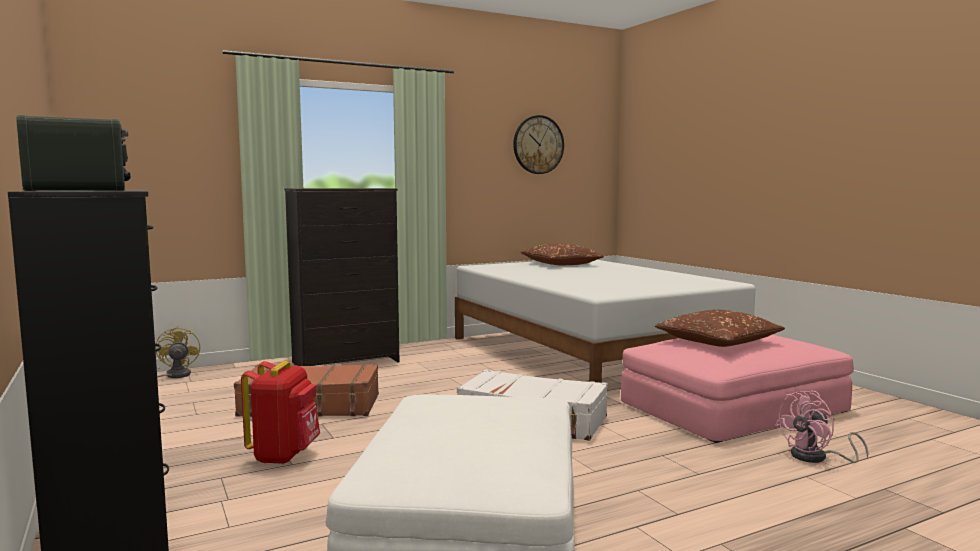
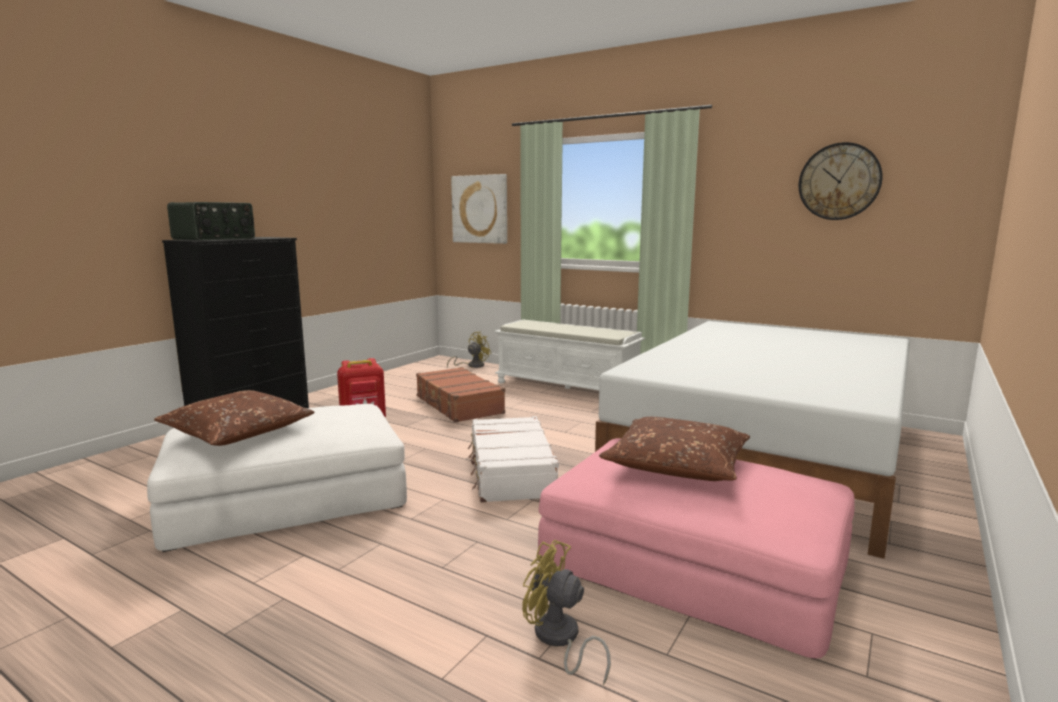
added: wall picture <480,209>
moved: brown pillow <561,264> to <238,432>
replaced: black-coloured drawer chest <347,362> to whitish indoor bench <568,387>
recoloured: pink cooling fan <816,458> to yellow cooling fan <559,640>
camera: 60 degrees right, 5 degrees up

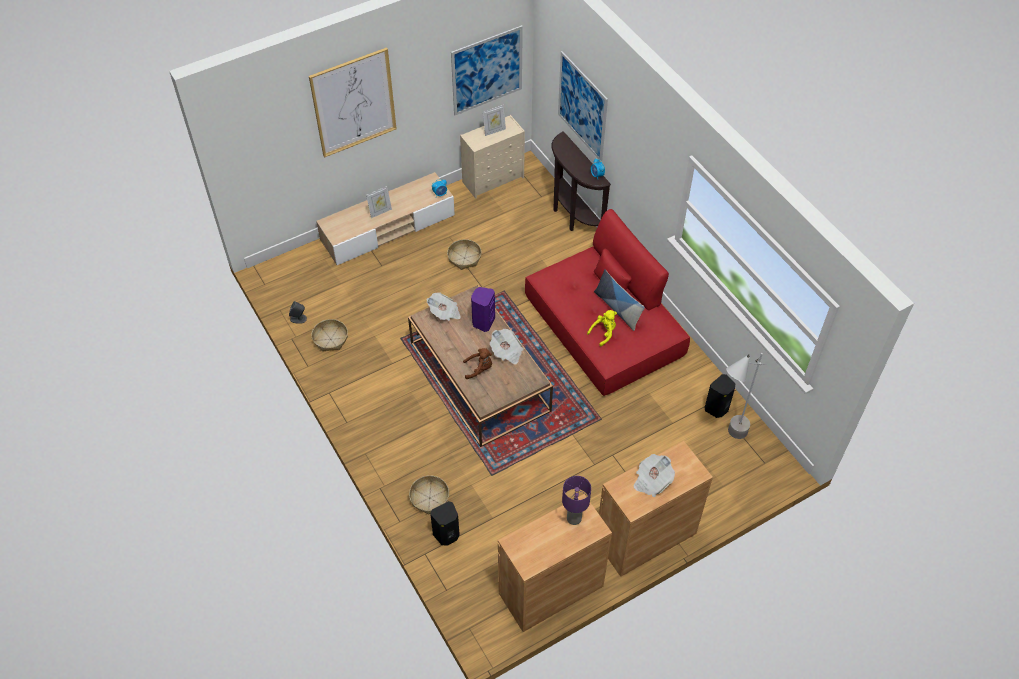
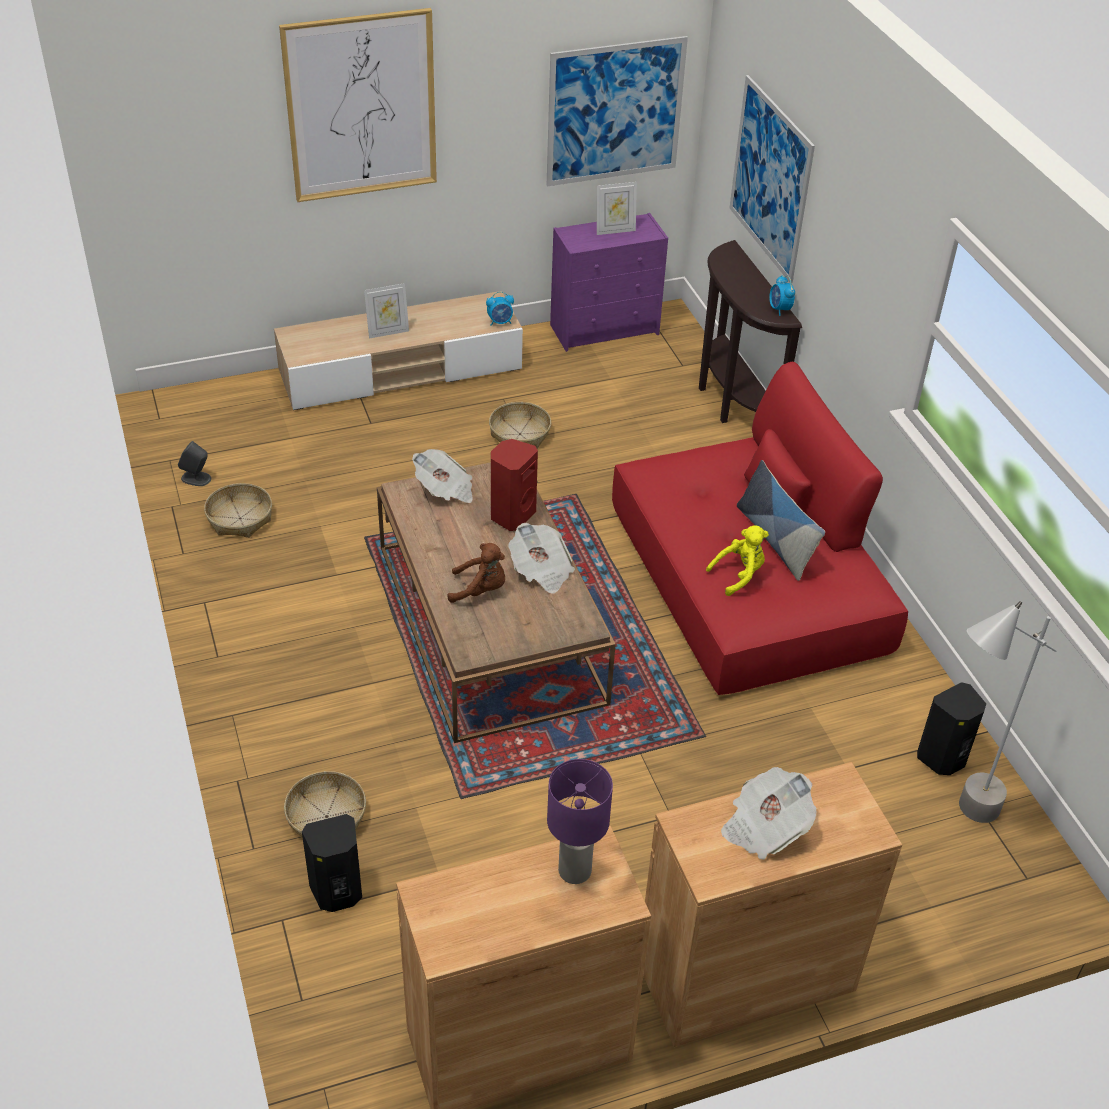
recoloured: sand-coloured drawer chest <493,179> to purplish drawer chest <605,329>; purplish audio speaker <483,322> to reddish audio speaker <511,515>
camera: 10 degrees right, 10 degrees down

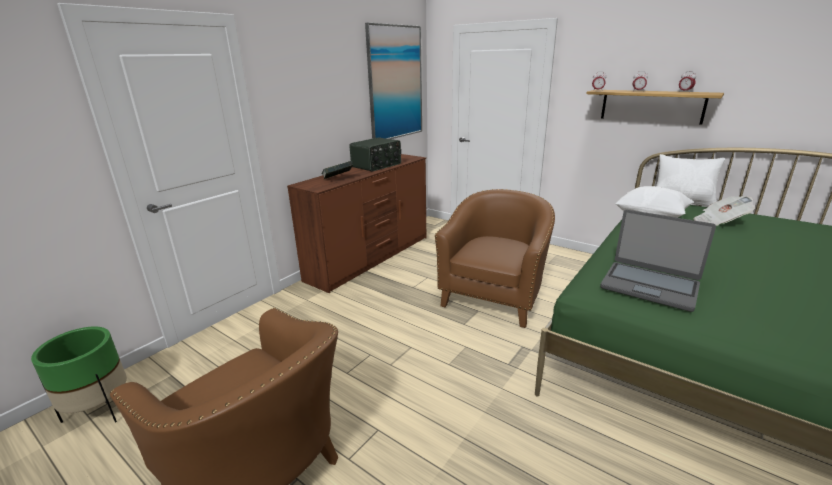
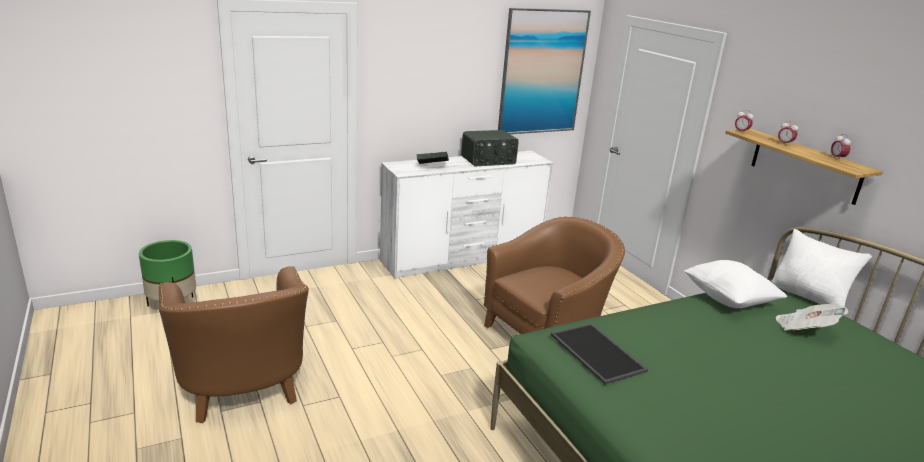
replaced: notebook computer <649,286> to carrying tray <599,353>
recoloured: brown drawer chest <371,258> to whitish drawer chest <463,258>
camera: 25 degrees right, 0 degrees up

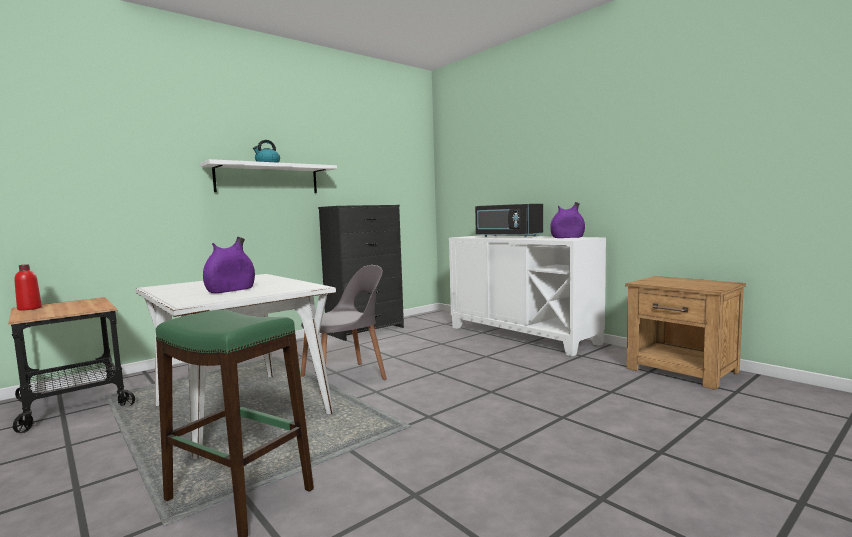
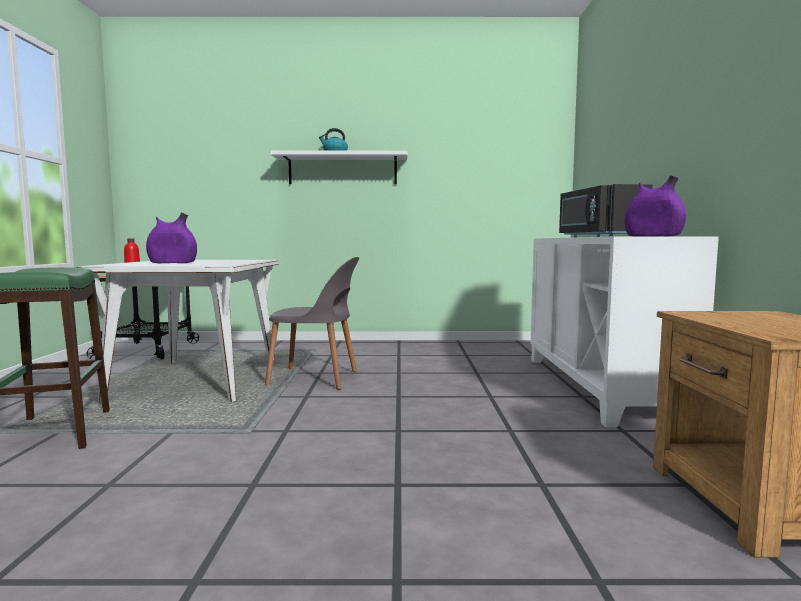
removed: black-coloured drawer chest <366,330>
camera: 40 degrees right, 0 degrees up

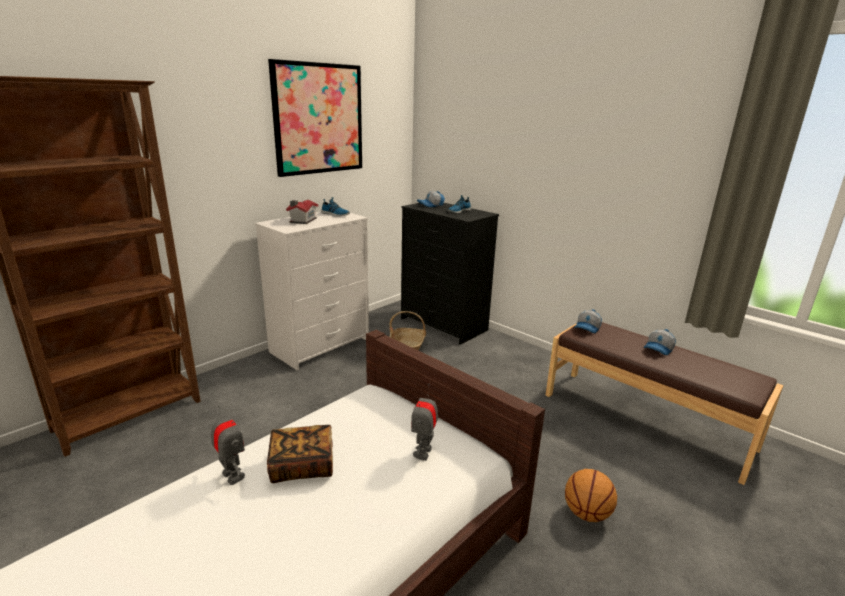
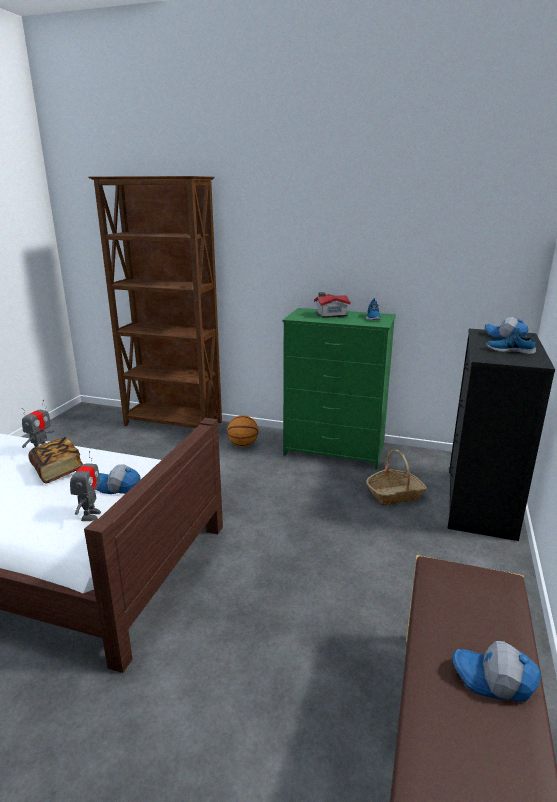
removed: wall picture <318,119>
moved: peaked cap <588,328> to <117,487>; basketball <587,514> to <242,445>
recoloured: whitish drawer chest <321,345> to green-coloured drawer chest <335,450>
turned: robot figure <423,452> = <90,515> 105 degrees clockwise
camera: 65 degrees right, 0 degrees up

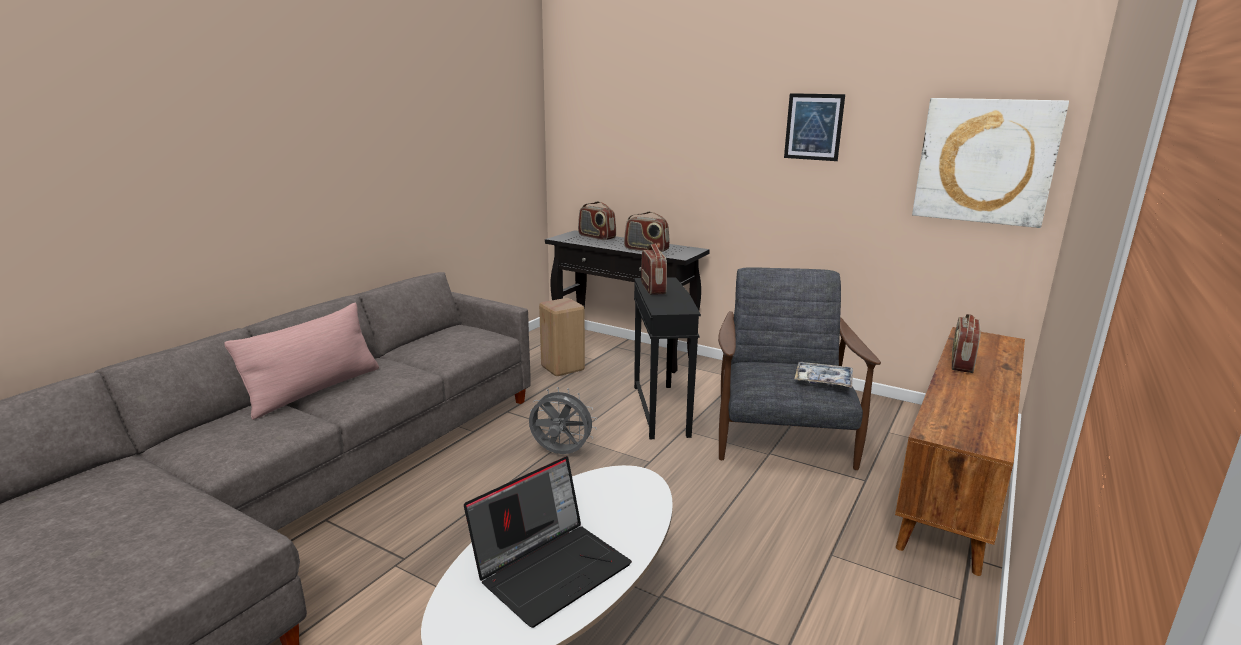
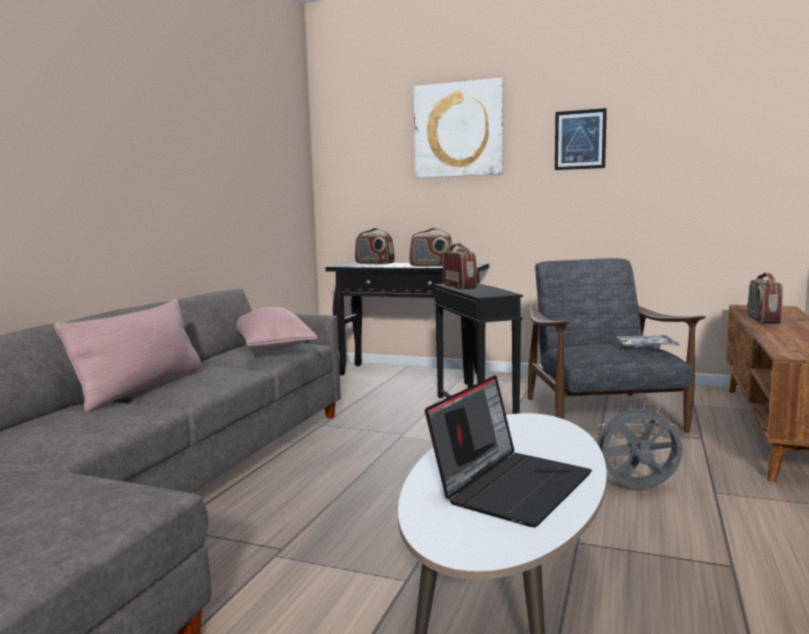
removed: sand-coloured sitting stool <564,368>
added: pink pillow <271,348>
moved: wall picture <985,161> to <458,130>; gray cooling fan <560,454> to <637,489>
camera: 10 degrees left, 10 degrees down

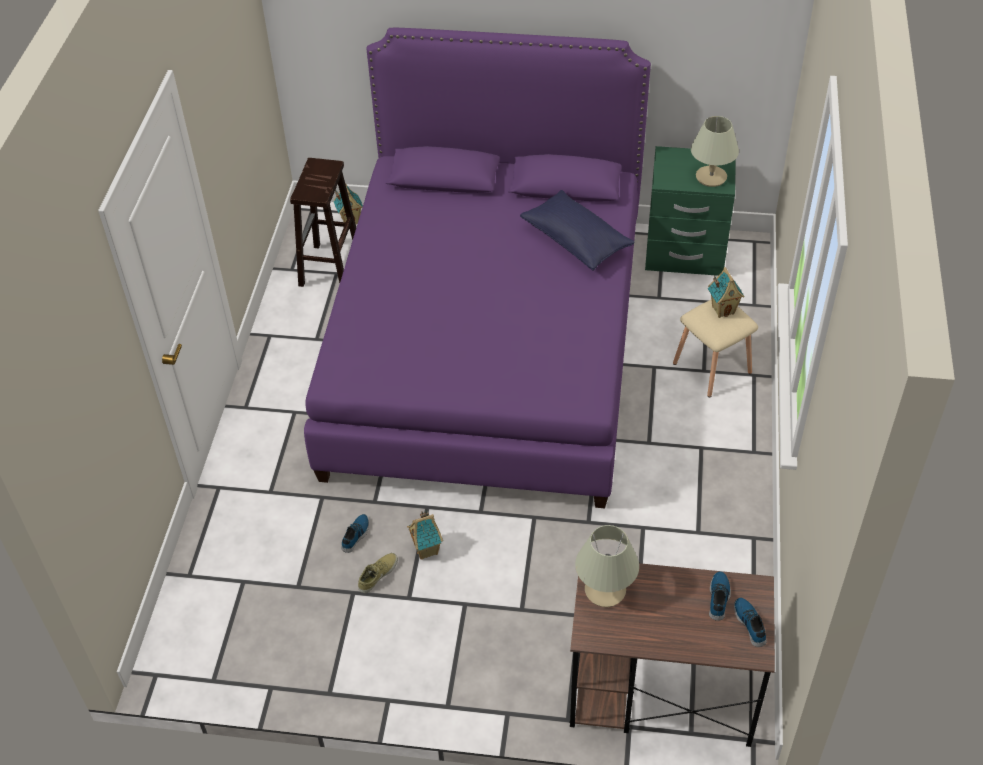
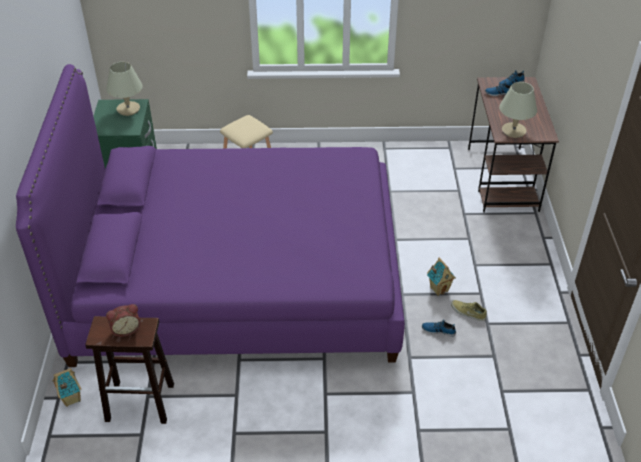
removed: bluish pillow <576,241>; toy house <723,310>
added: alarm clock <126,329>
camera: 100 degrees left, 5 degrees down

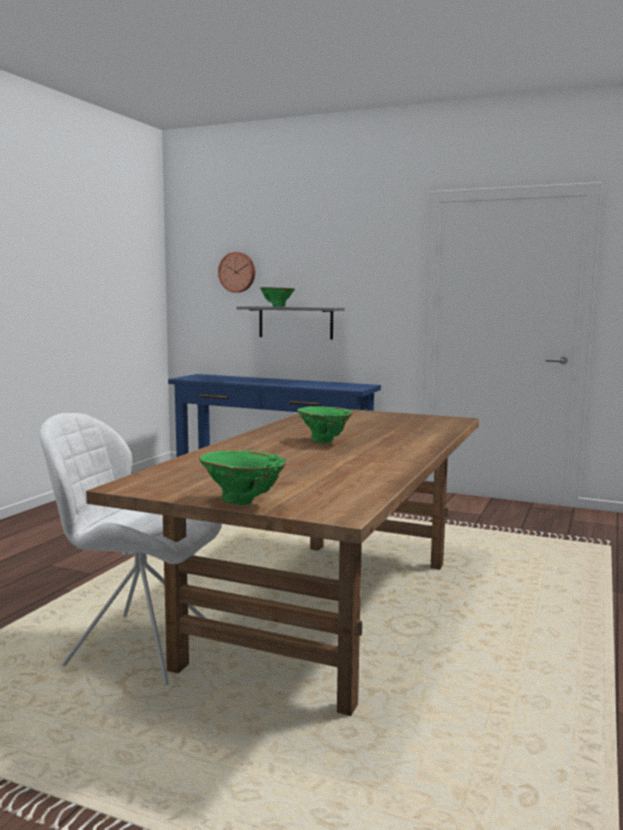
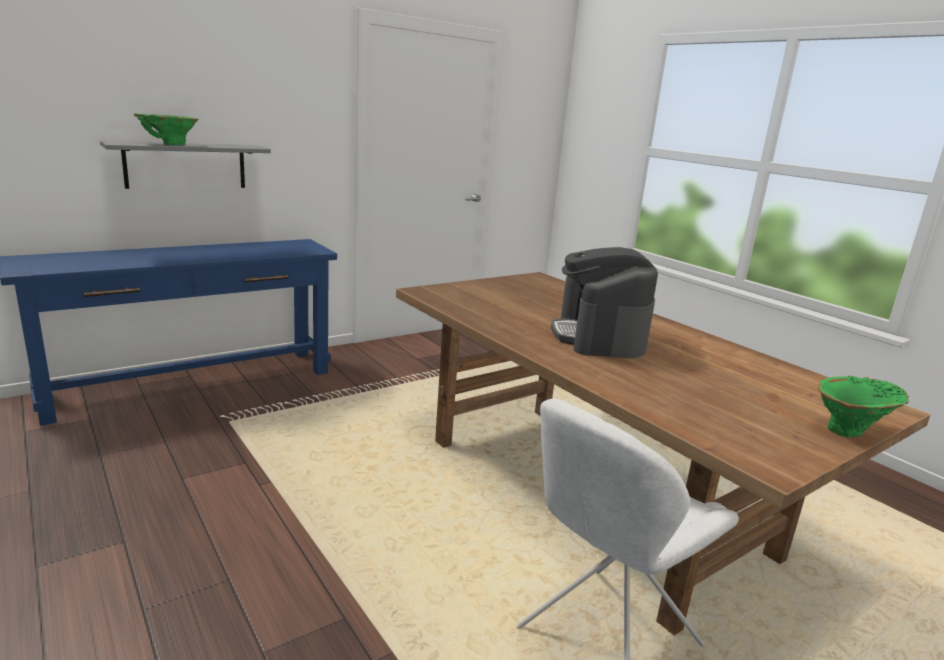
removed: wall clock <237,272>
replaced: green-coloured vase <324,442> to coffee brewer <599,337>
camera: 60 degrees left, 10 degrees up

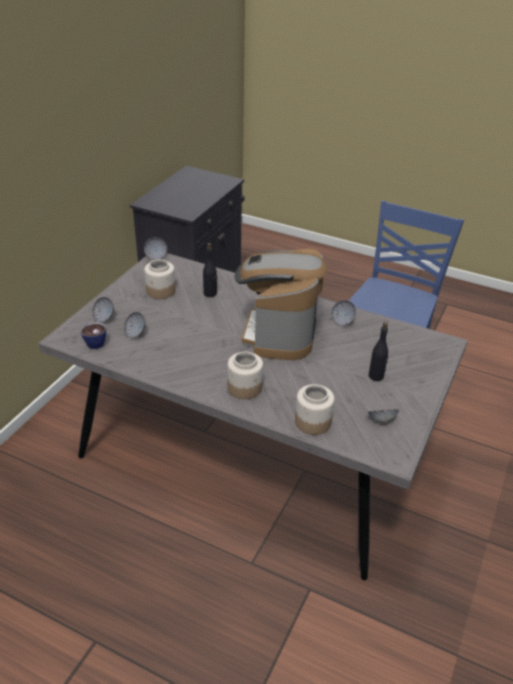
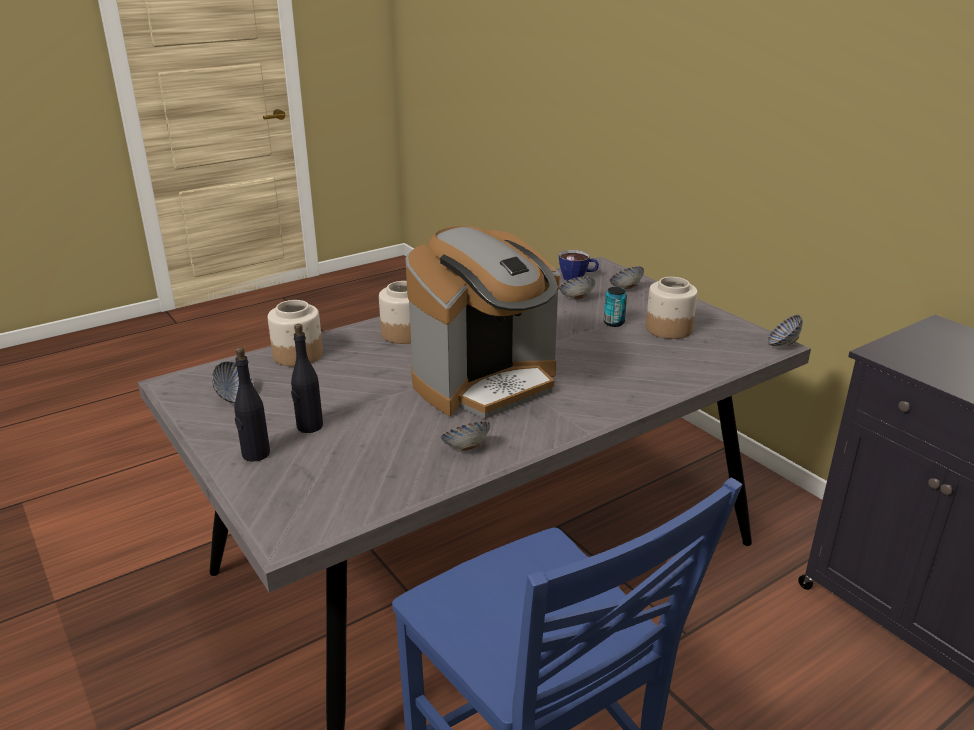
added: sealed can <614,323>
moved: black-coloured drink bottle <210,293> to <255,454>
turned: coffee brewer <278,334> = <486,383> 105 degrees clockwise
camera: 120 degrees right, 10 degrees down

